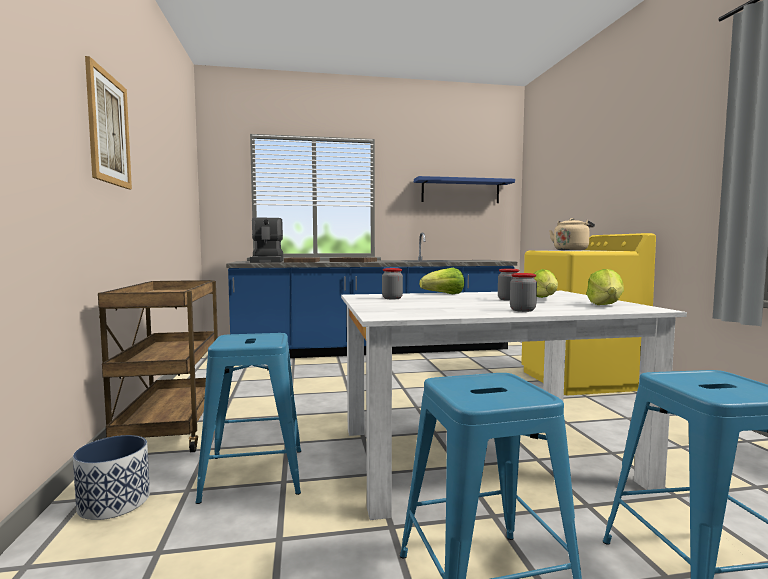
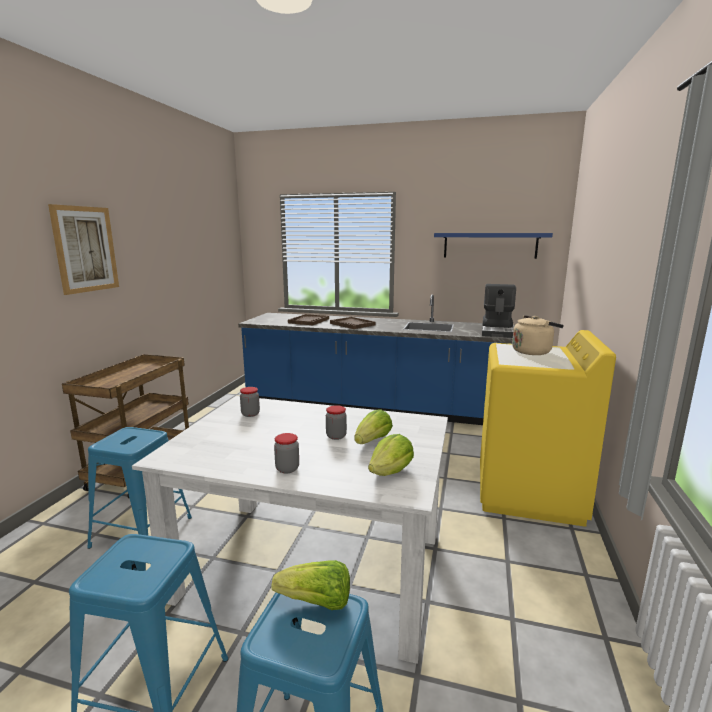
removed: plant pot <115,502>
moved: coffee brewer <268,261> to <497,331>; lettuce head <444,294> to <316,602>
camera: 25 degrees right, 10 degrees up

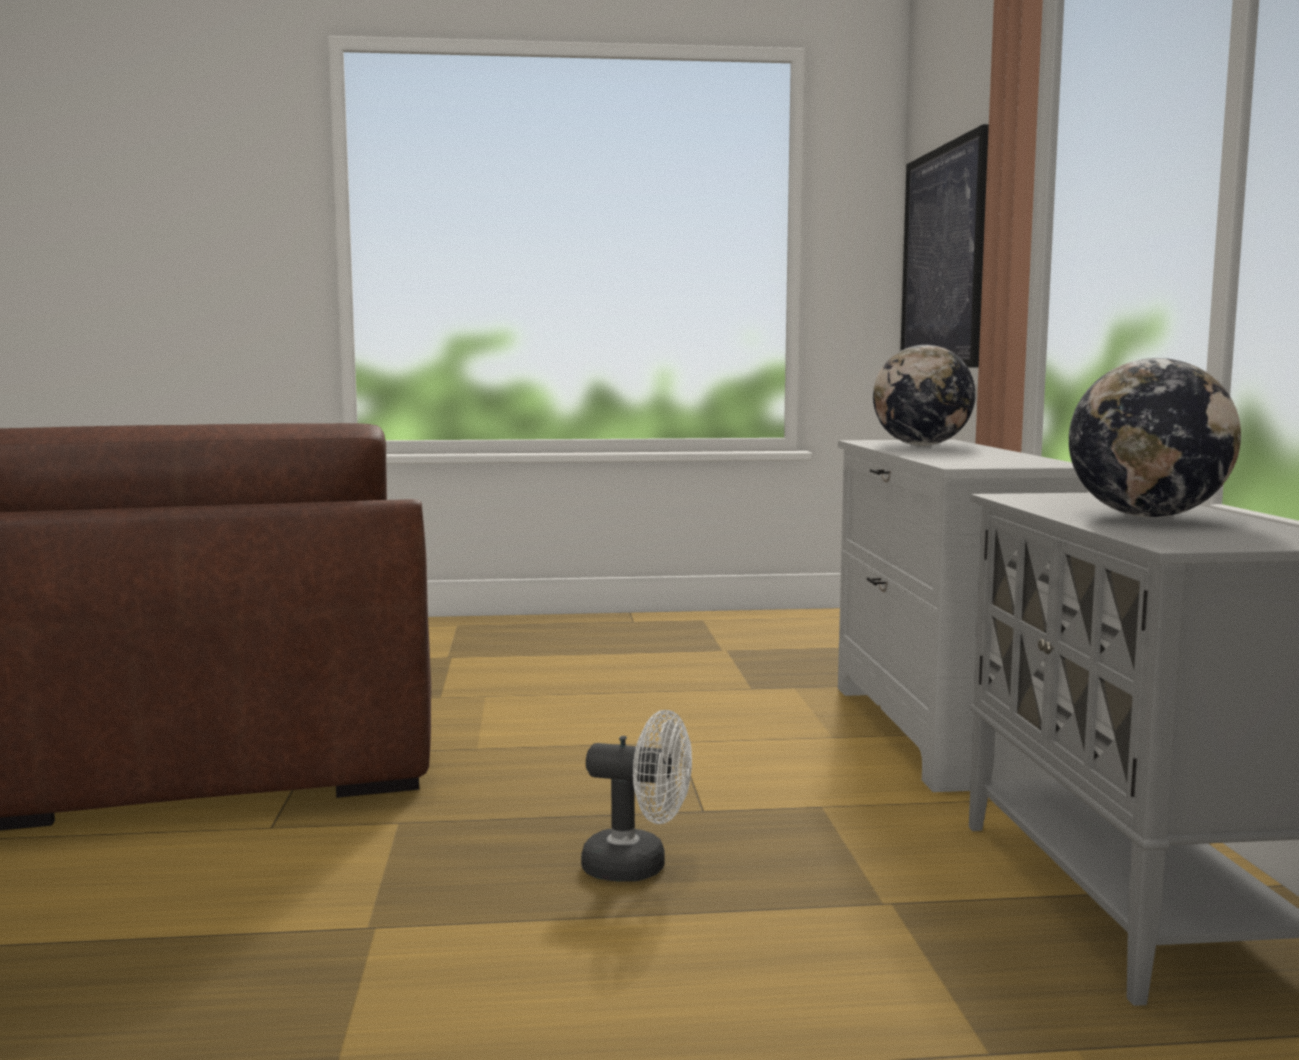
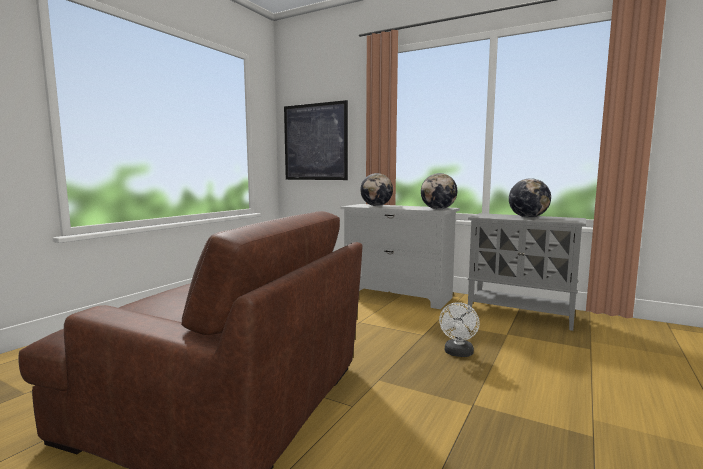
added: world globe <438,209>
turned: whitish cooling fan <638,867> = <458,354> 150 degrees clockwise
camera: 55 degrees left, 0 degrees up

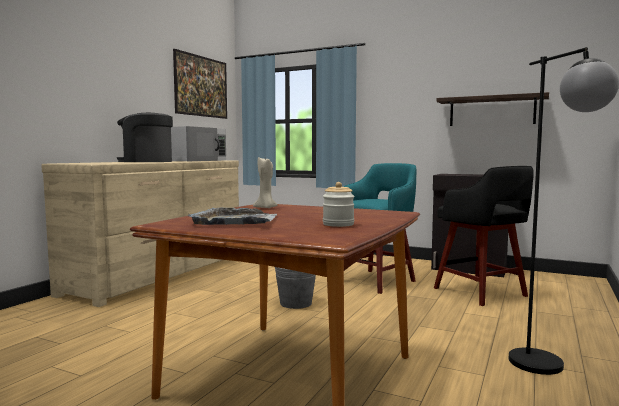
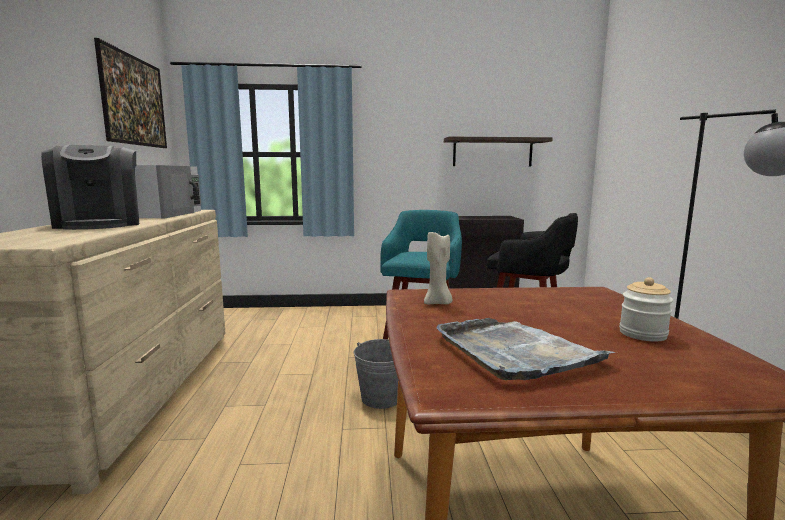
turned: coffee brewer <146,161> = <100,224> 90 degrees counterclockwise
camera: 30 degrees left, 5 degrees up

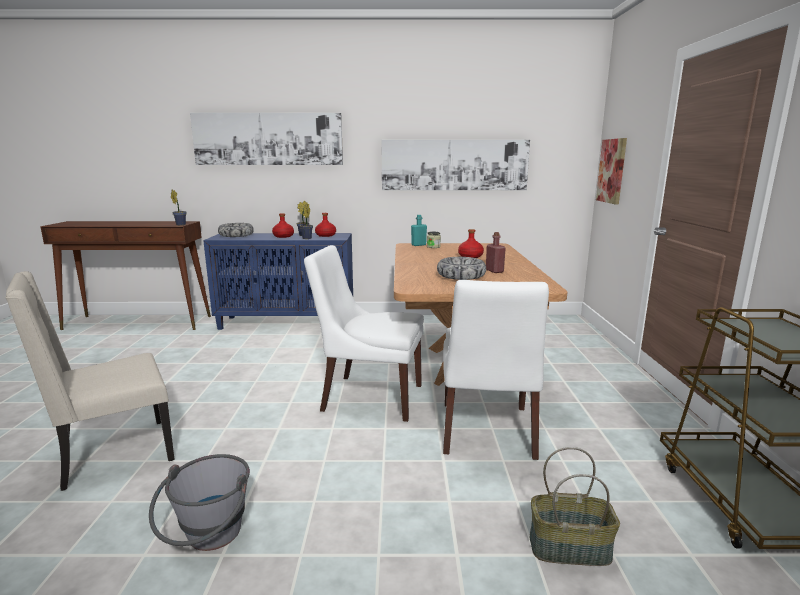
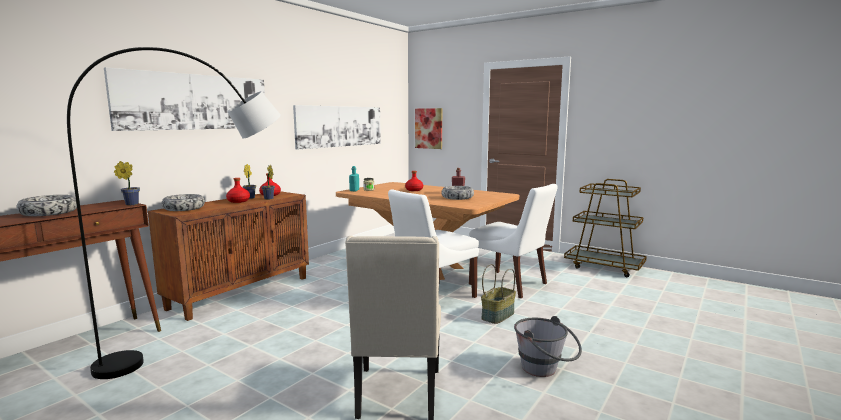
added: gray standard lamp <207,343>; bowl <49,213>
moved: basket <570,547> to <497,315>
recoloured: bluish cabinet <287,323> to brown cabinet <241,292>
camera: 55 degrees left, 5 degrees down

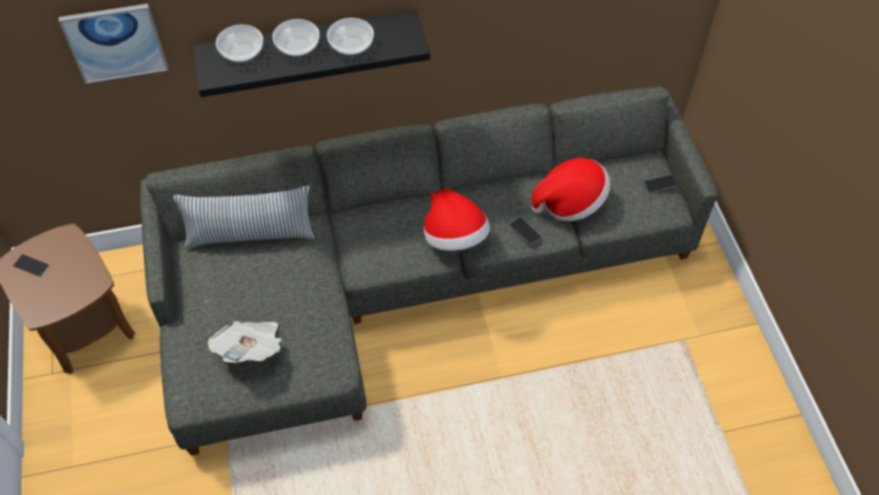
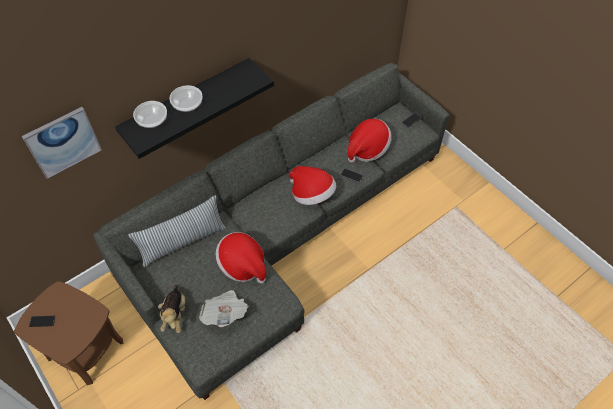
removed: bowl <352,46>
added: wearable hat <242,265>; soft toy <175,314>
camera: 25 degrees left, 0 degrees up

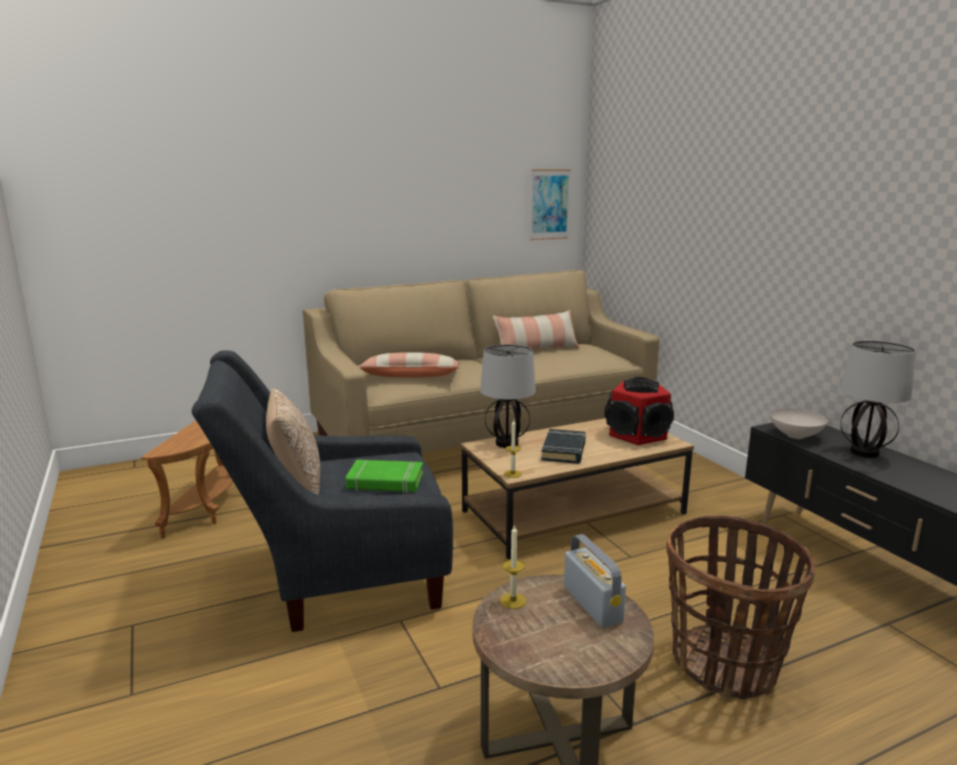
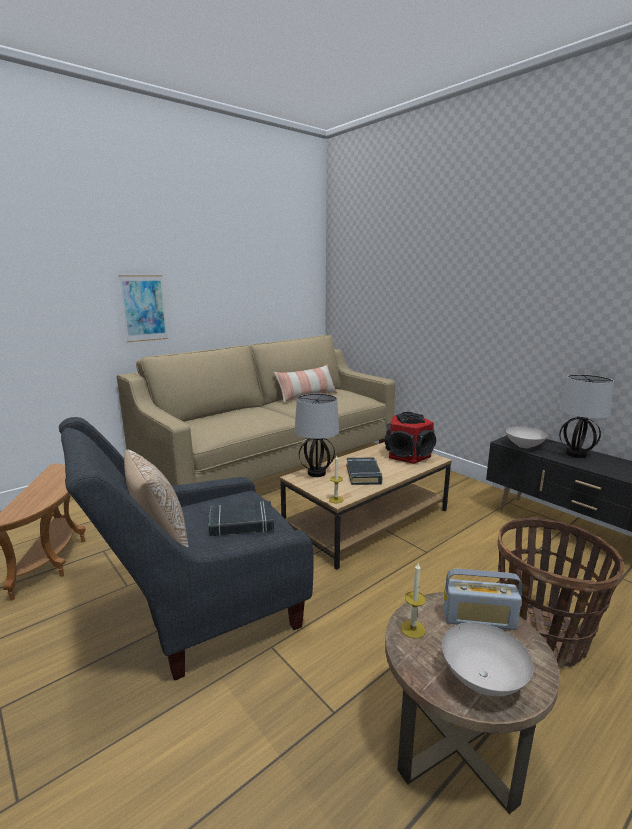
removed: pillow <410,376>
added: whitish bowl <482,677>
moved: wall picture <549,204> to <144,308>
recoloured: green-coloured bound book <385,482> to black-coloured bound book <241,523>
turned: radio <592,604> = <479,619> 135 degrees clockwise
camera: 15 degrees left, 0 degrees up

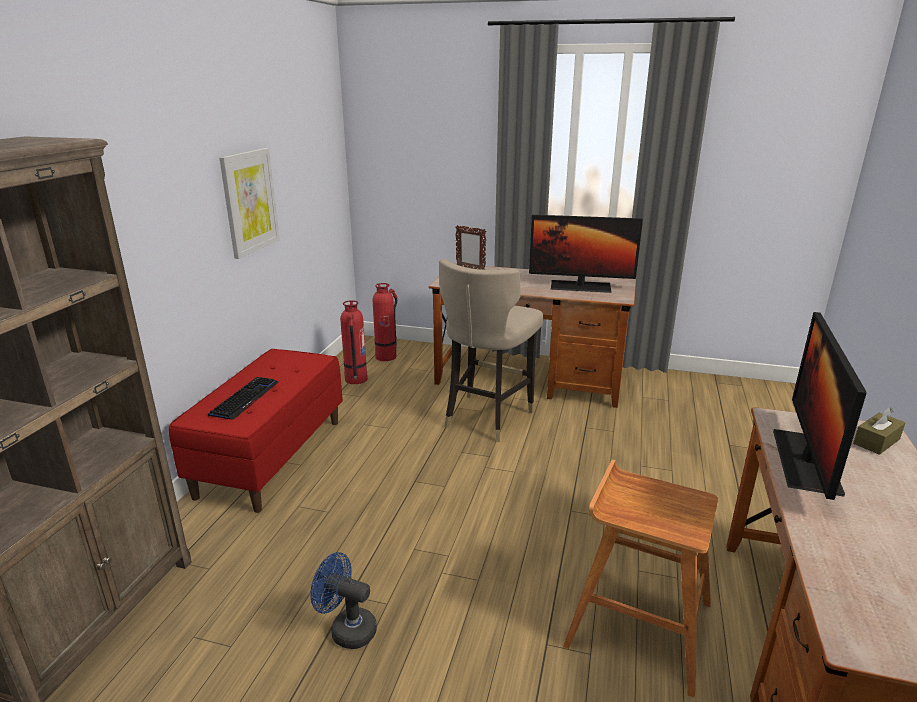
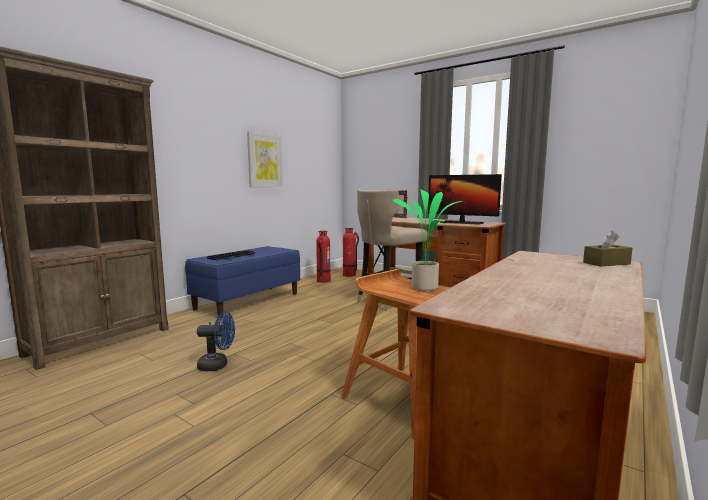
removed: computer screen <805,461>
added: potted plant <426,287>
recoloured: reddish indoor bench <271,457> to bluish indoor bench <248,301>
turned: bluish cooling fan <347,629> = <218,365> 135 degrees clockwise
camera: 20 degrees right, 15 degrees down

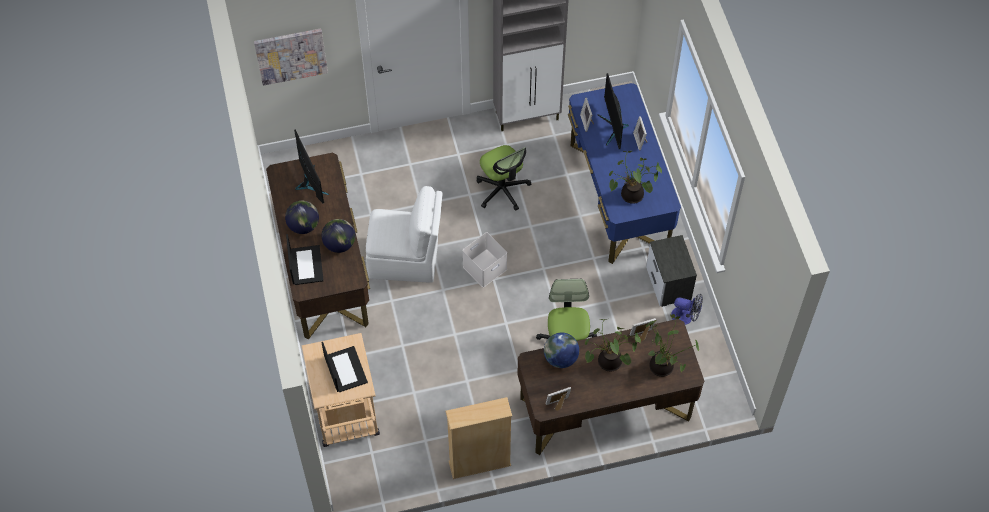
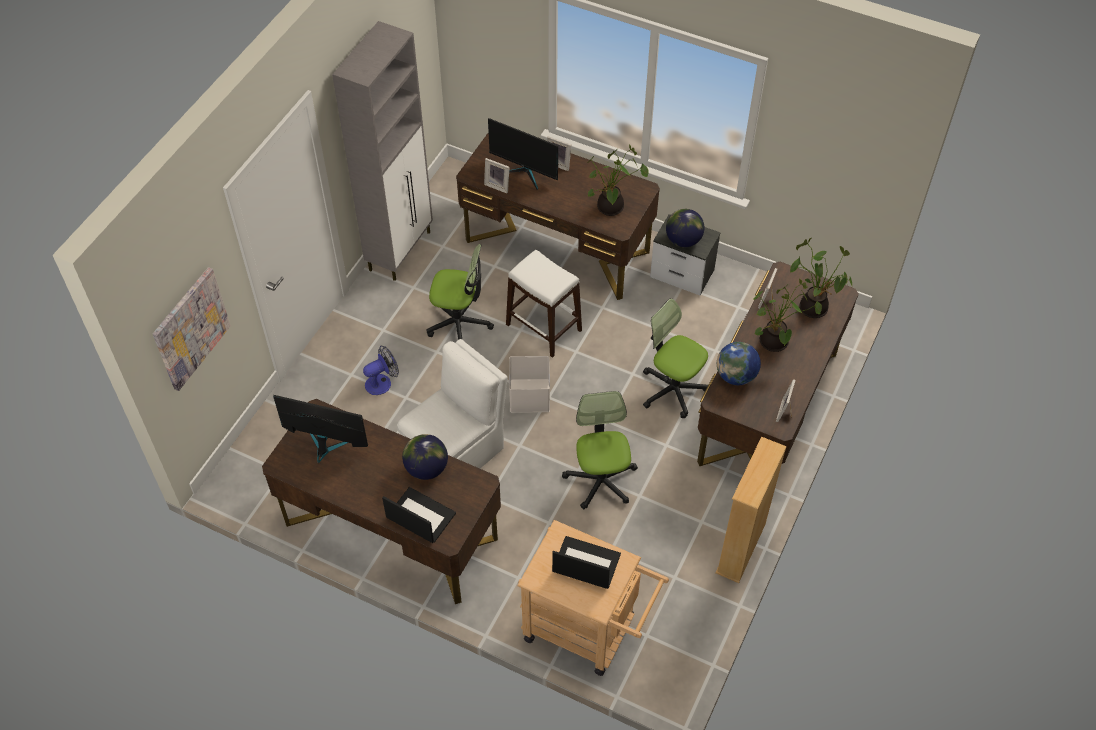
added: whitish sitting stool <543,328>; computer chair <600,480>
moved: world globe <303,226> to <683,240>; cooling fan <686,316> to <382,382>
recoloured: bluish desk table <618,196> to brown desk table <557,246>
camera: 50 degrees left, 5 degrees down

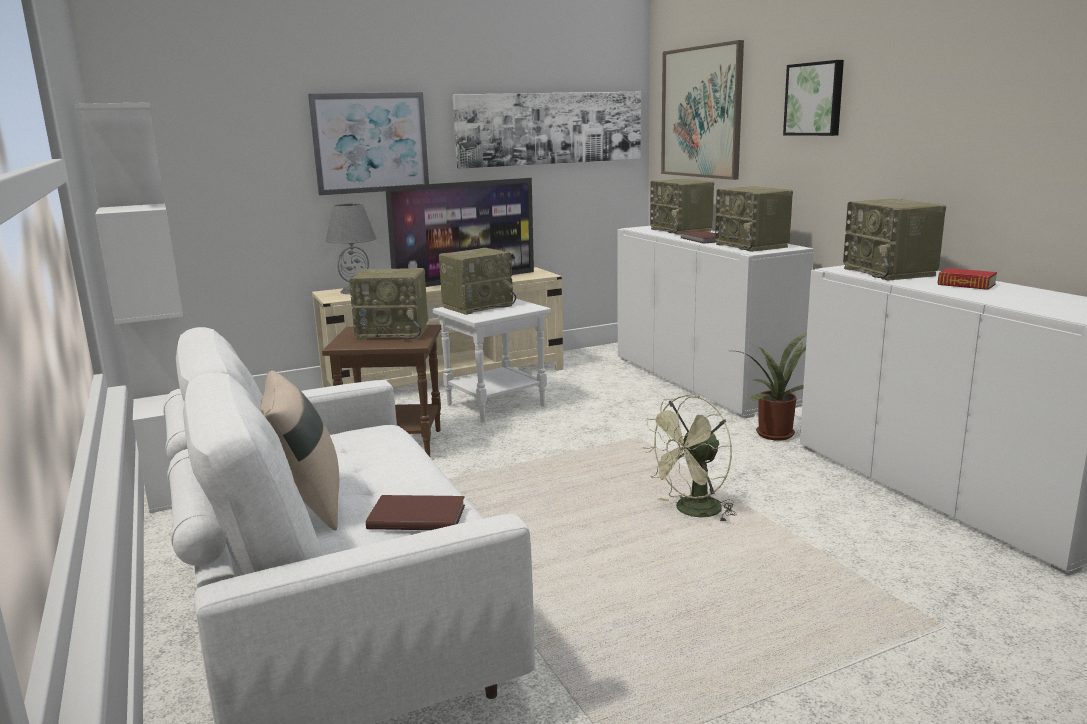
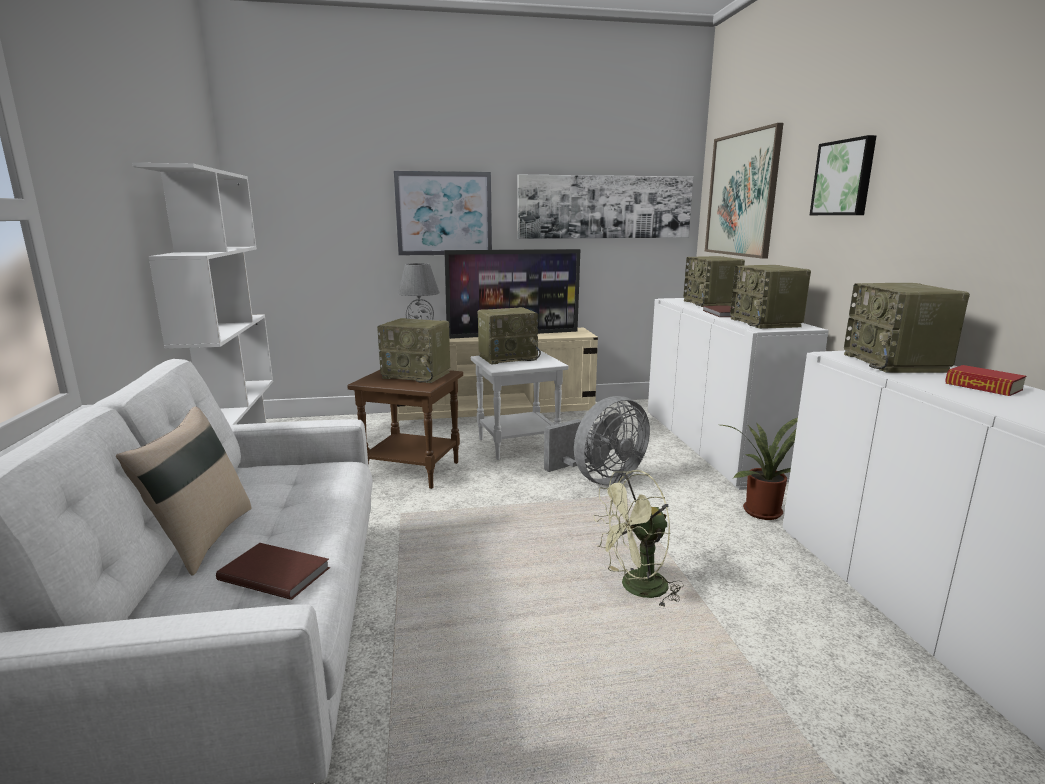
added: gray cooling fan <600,479>
camera: 15 degrees right, 0 degrees up

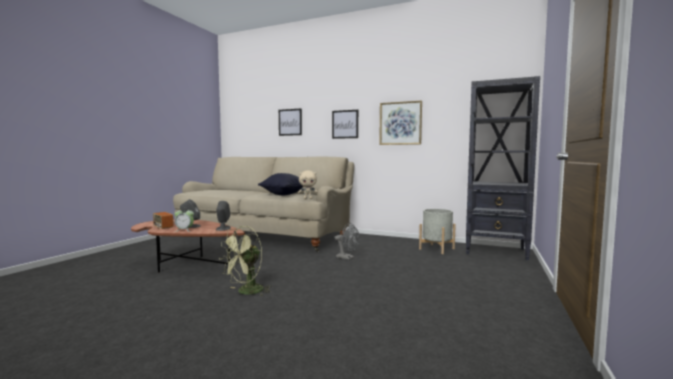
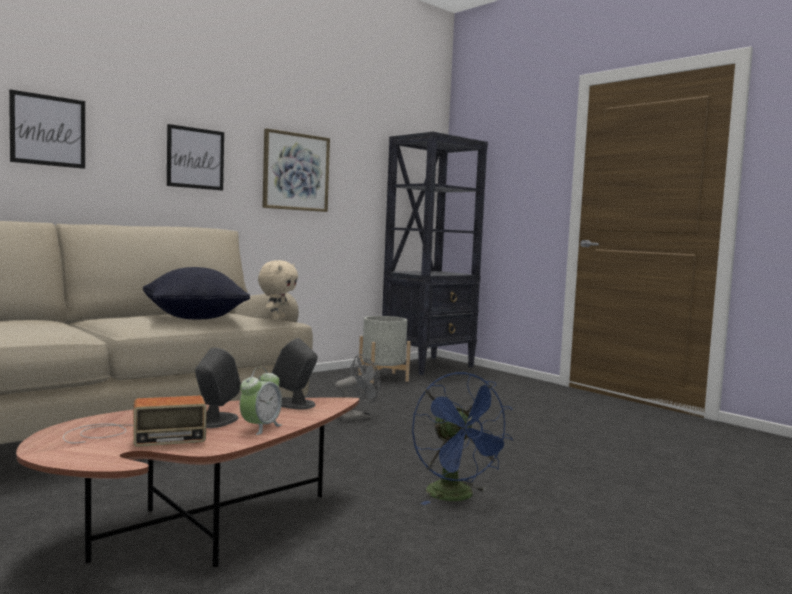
recoloured: green-coloured cooling fan <246,292> to bluish cooling fan <457,497>
camera: 65 degrees left, 0 degrees up

